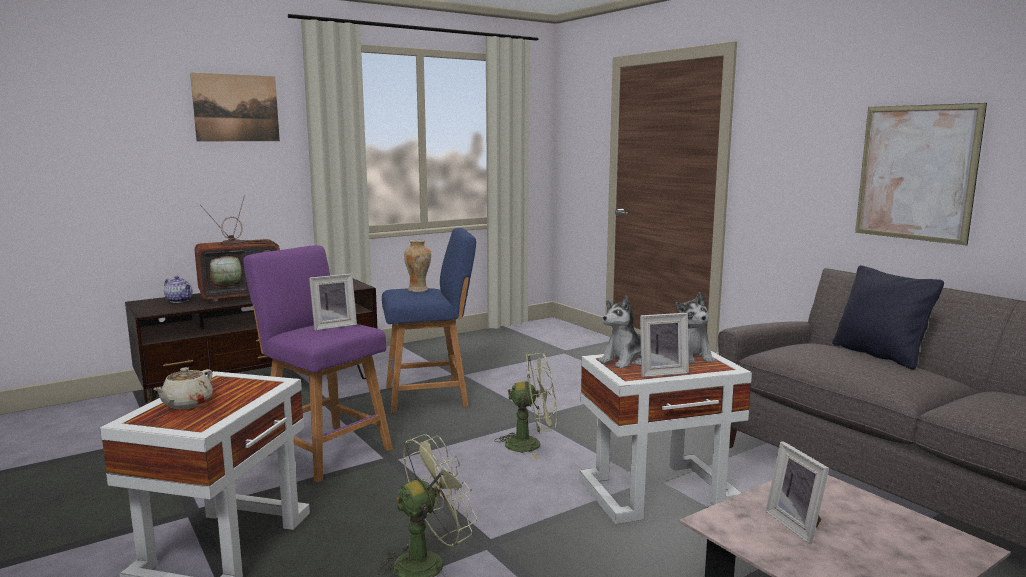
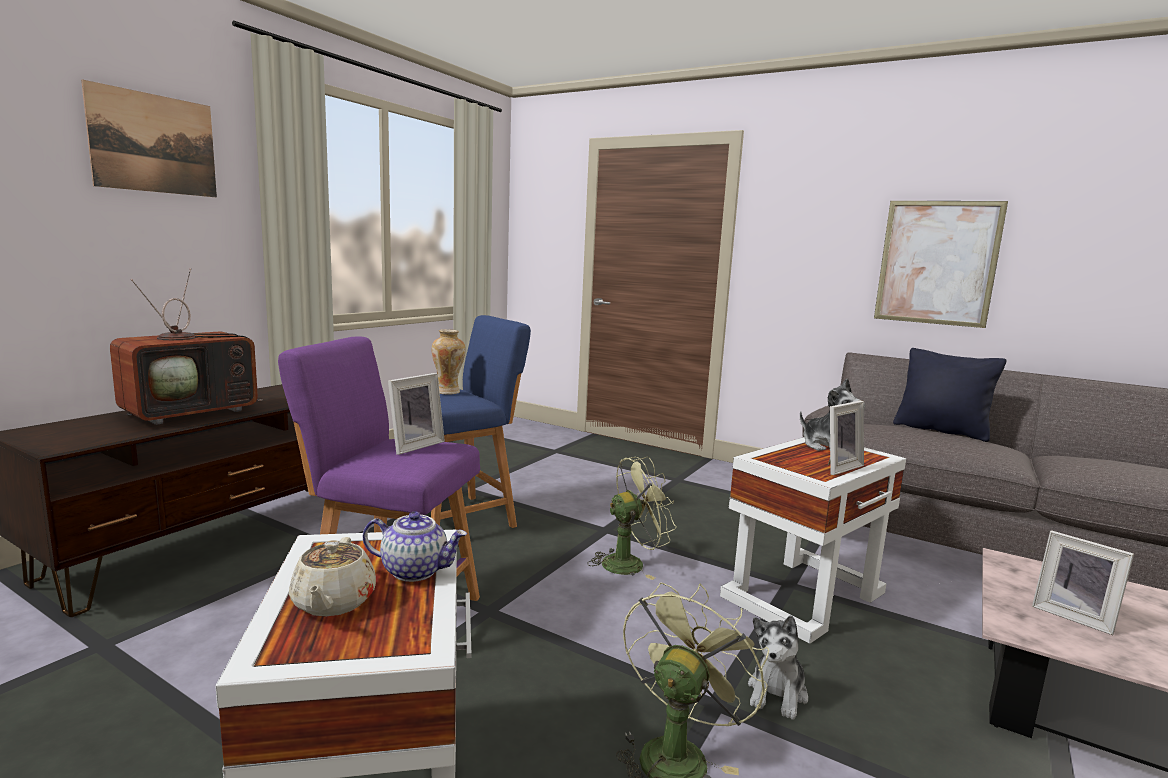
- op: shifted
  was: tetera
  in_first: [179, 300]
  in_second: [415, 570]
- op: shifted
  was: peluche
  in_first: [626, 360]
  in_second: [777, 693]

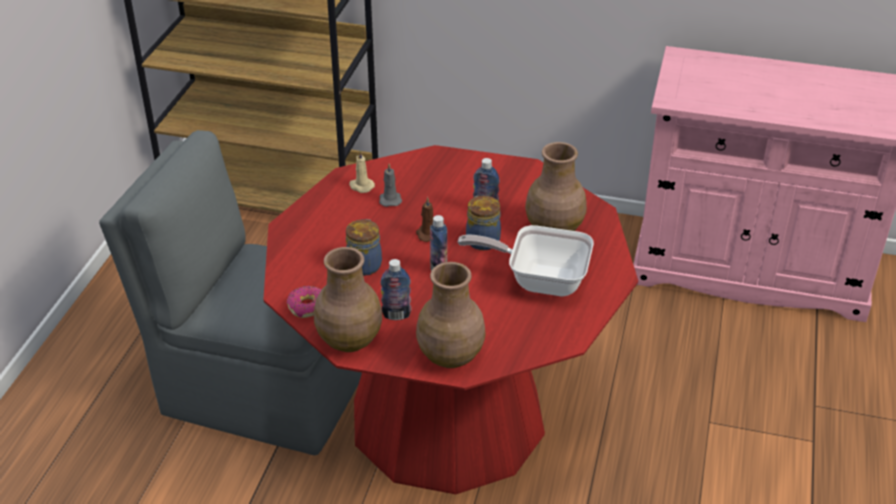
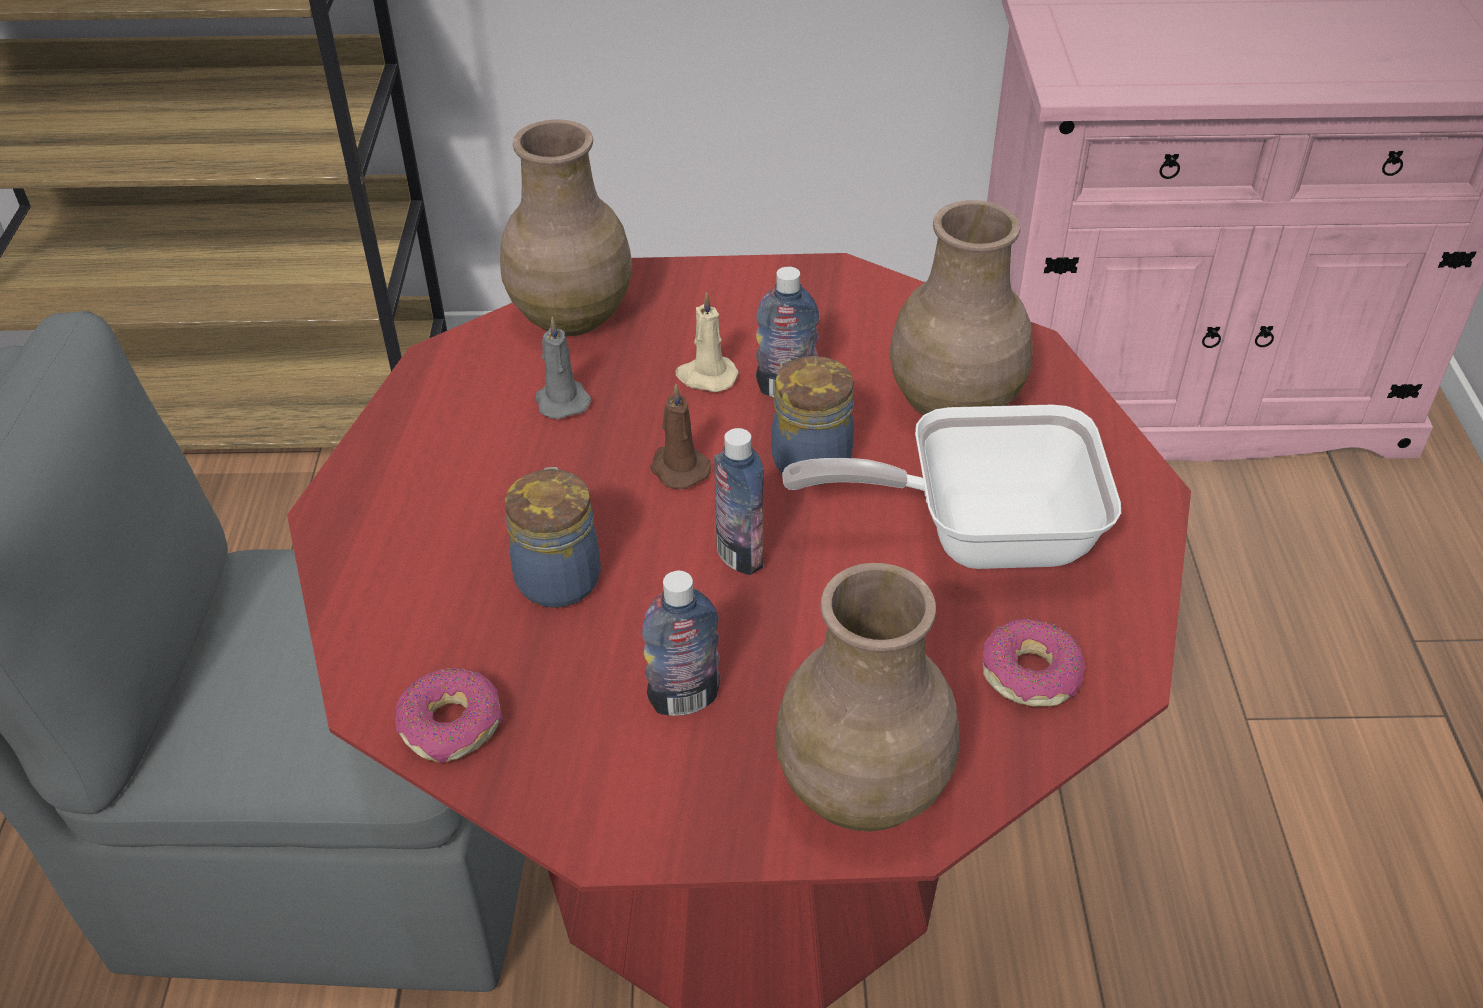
- op: shifted
  was: florero/marrón
  in_first: [350, 339]
  in_second: [572, 315]
- op: shifted
  was: vela/beis
  in_first: [361, 186]
  in_second: [706, 376]
- op: new
  now: rosquilla
  in_second: [1030, 674]

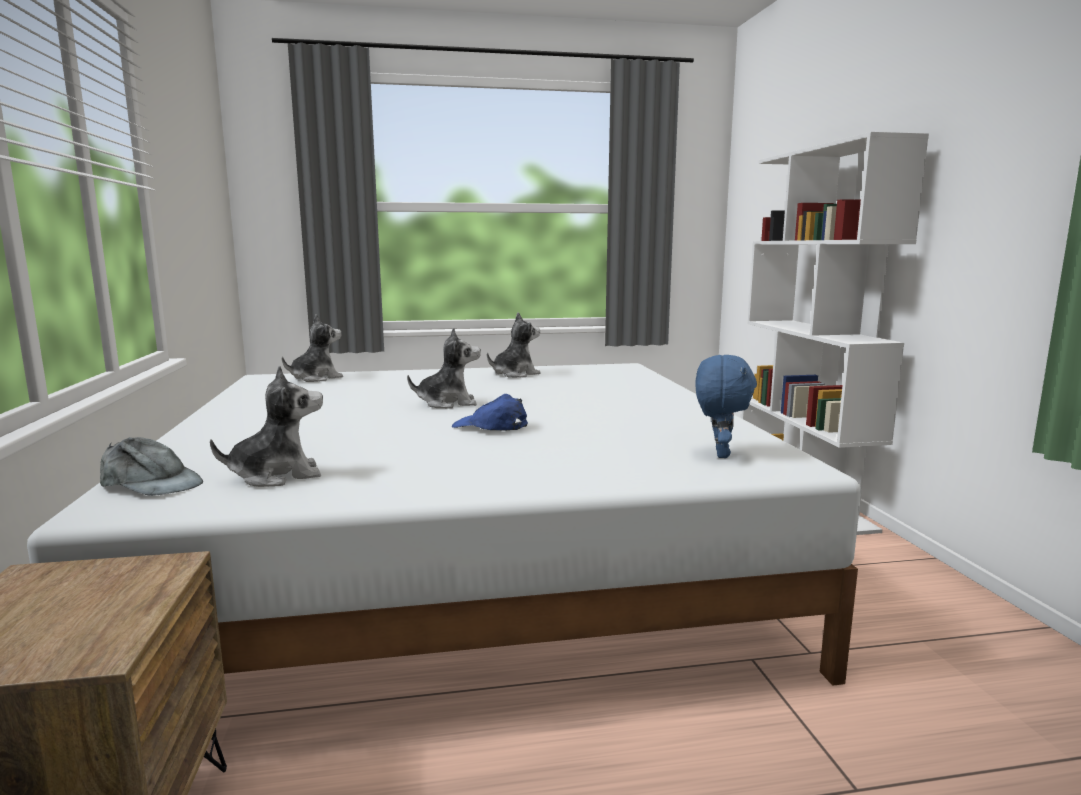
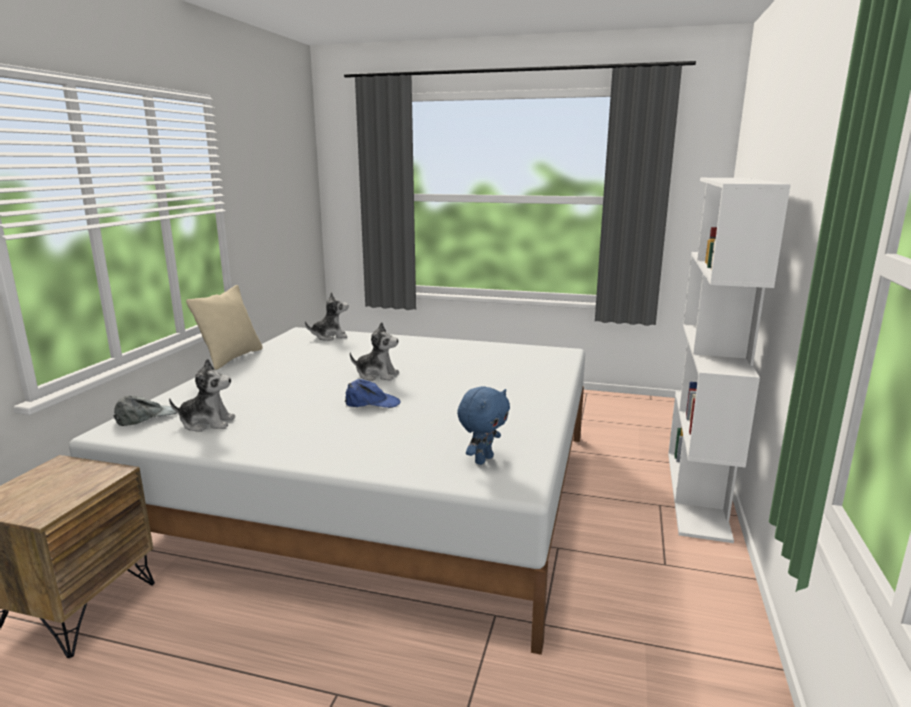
- op: rotated
  was: gorra/gris
  in_first: [151, 483]
  in_second: [147, 416]
  clockwise: -90
- op: new
  now: cojín/beis
  in_second: [231, 358]
- op: rotated
  was: gorra/azul
  in_first: [490, 426]
  in_second: [372, 403]
  clockwise: 135
- op: gone
  was: peluche
  in_first: [515, 374]

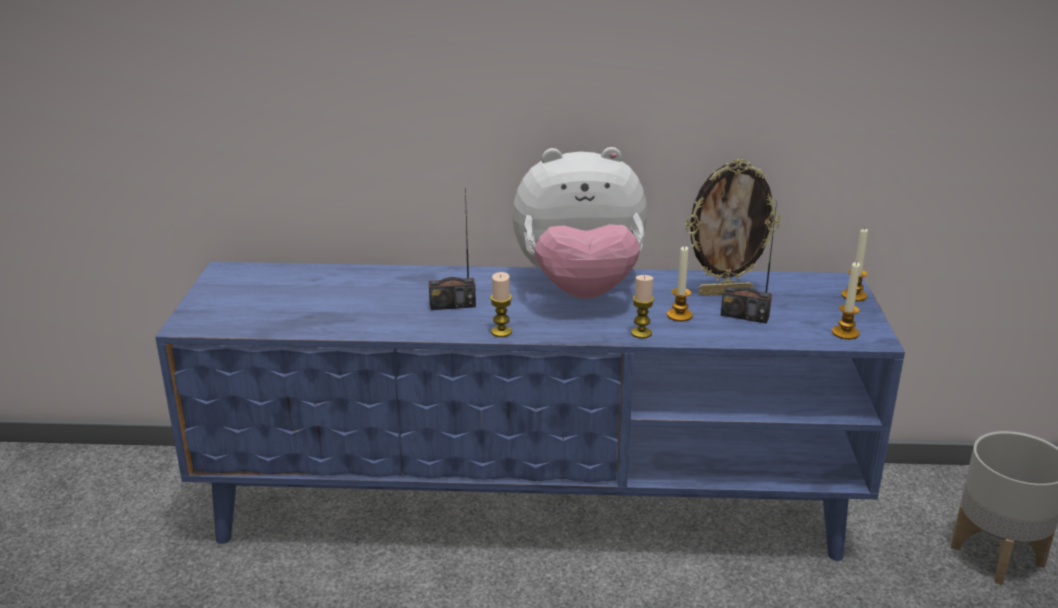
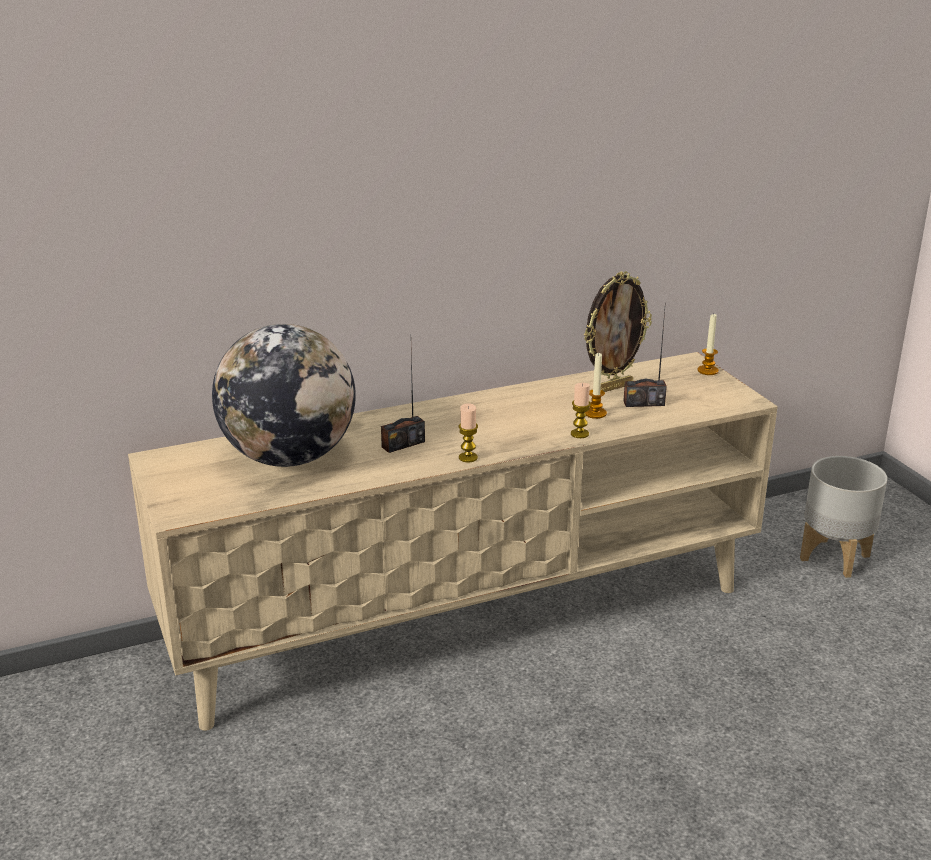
- op: repainted
  was: mueble de televisión/azul
  now: mueble de televisión/beis
  in_first: [531, 505]
  in_second: [466, 617]
- op: new
  now: globo terráqueo
  in_second: [289, 457]
- op: gone
  was: peluche
  in_first: [580, 289]
- op: gone
  was: vela
  in_first: [845, 333]

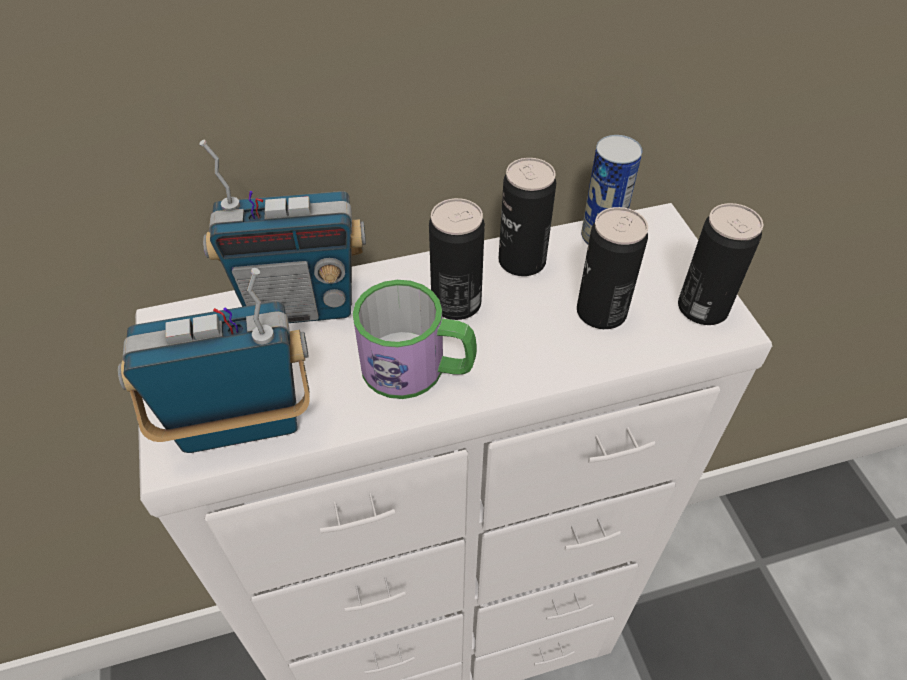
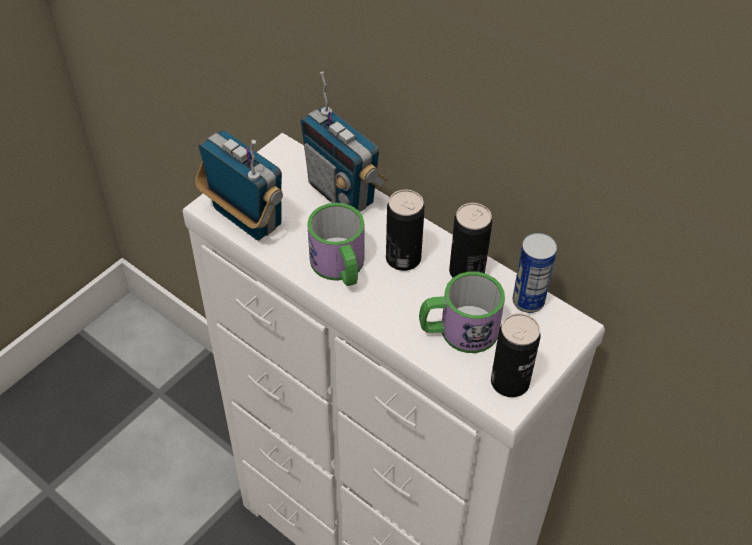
- op: swapped
  was: lata
  now: taza grande
  in_first: [601, 312]
  in_second: [458, 331]

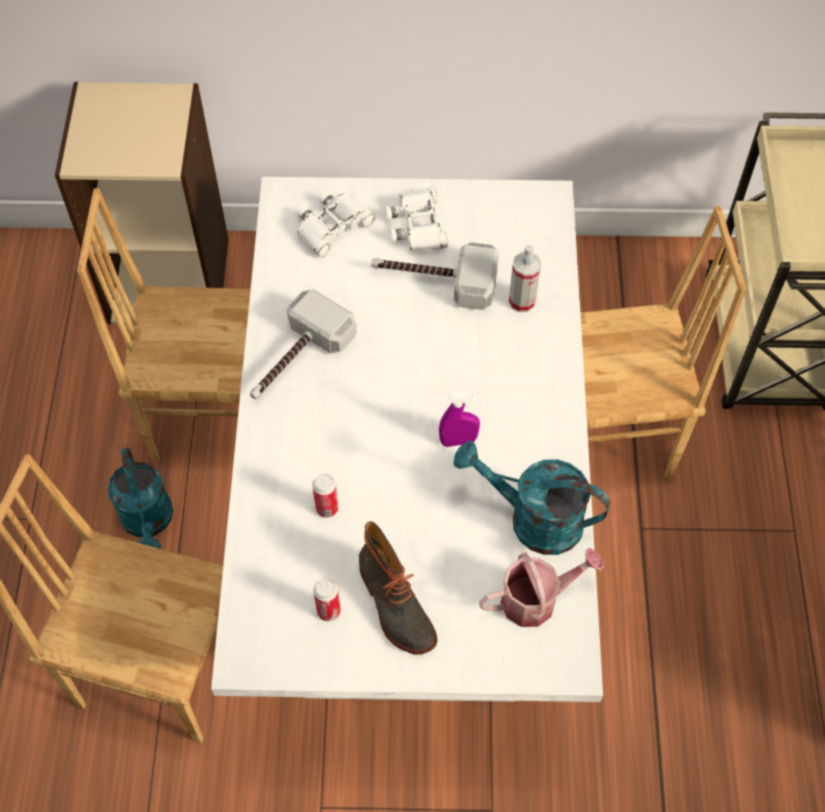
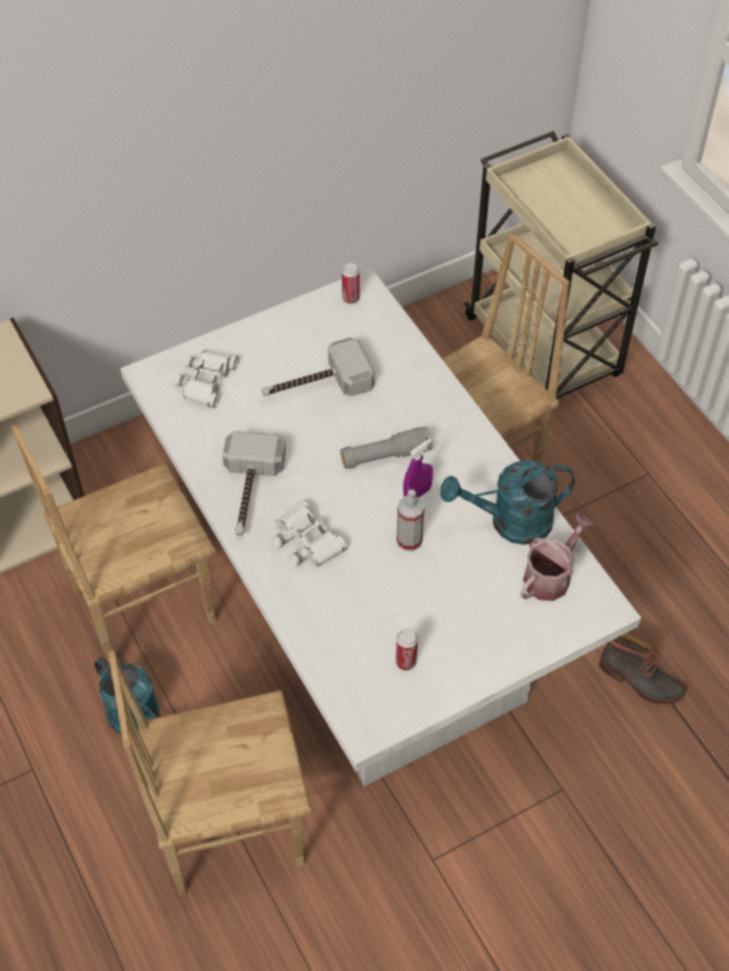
- op: shifted
  was: prismáticos/blanco
  in_first: [417, 225]
  in_second: [307, 540]
- op: new
  now: linterna/gris
  in_second: [385, 456]
- op: shifted
  was: lata
  in_first: [327, 508]
  in_second: [350, 299]
- op: shifted
  was: pulverizador
  in_first: [522, 301]
  in_second: [409, 540]
- op: shifted
  was: bota
  in_first: [394, 606]
  in_second: [640, 681]

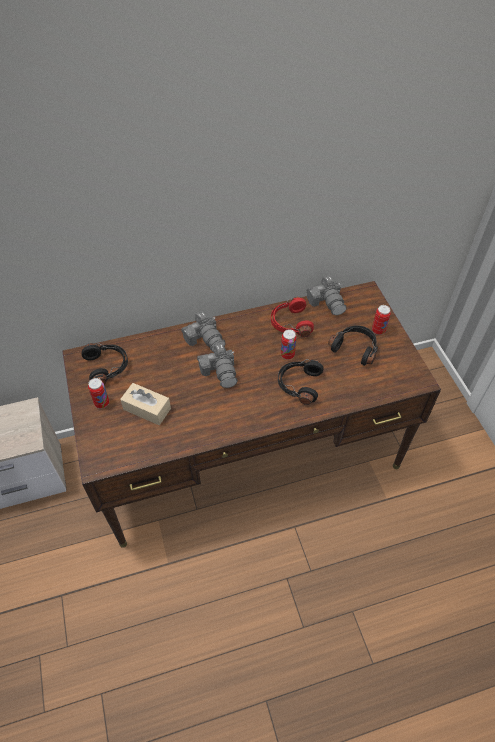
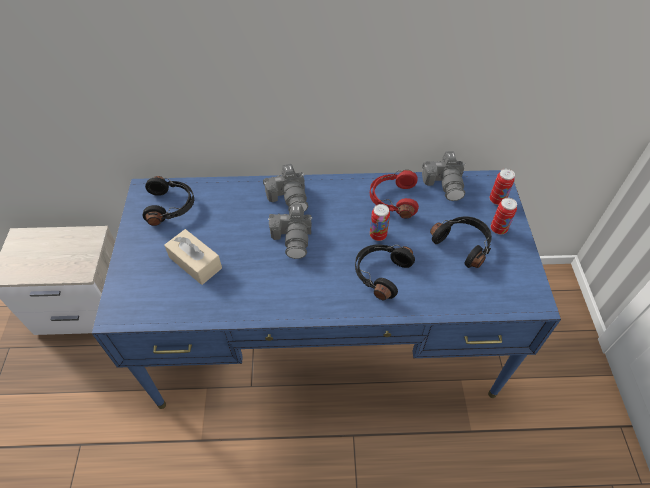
- op: repainted
  was: escritorio/marrón
  now: escritorio/azul
  in_first: [247, 452]
  in_second: [325, 336]
- op: shifted
  was: lata
  in_first: [102, 403]
  in_second: [497, 200]

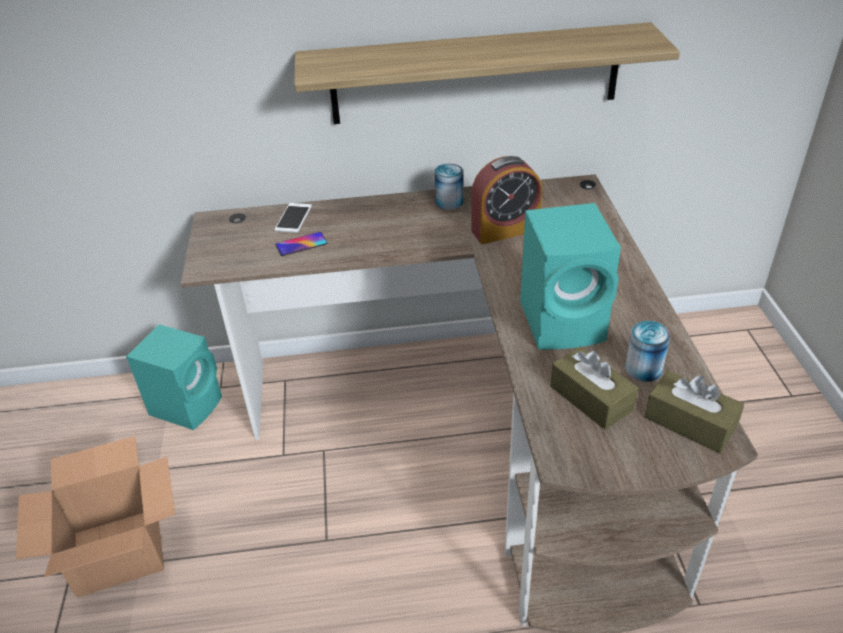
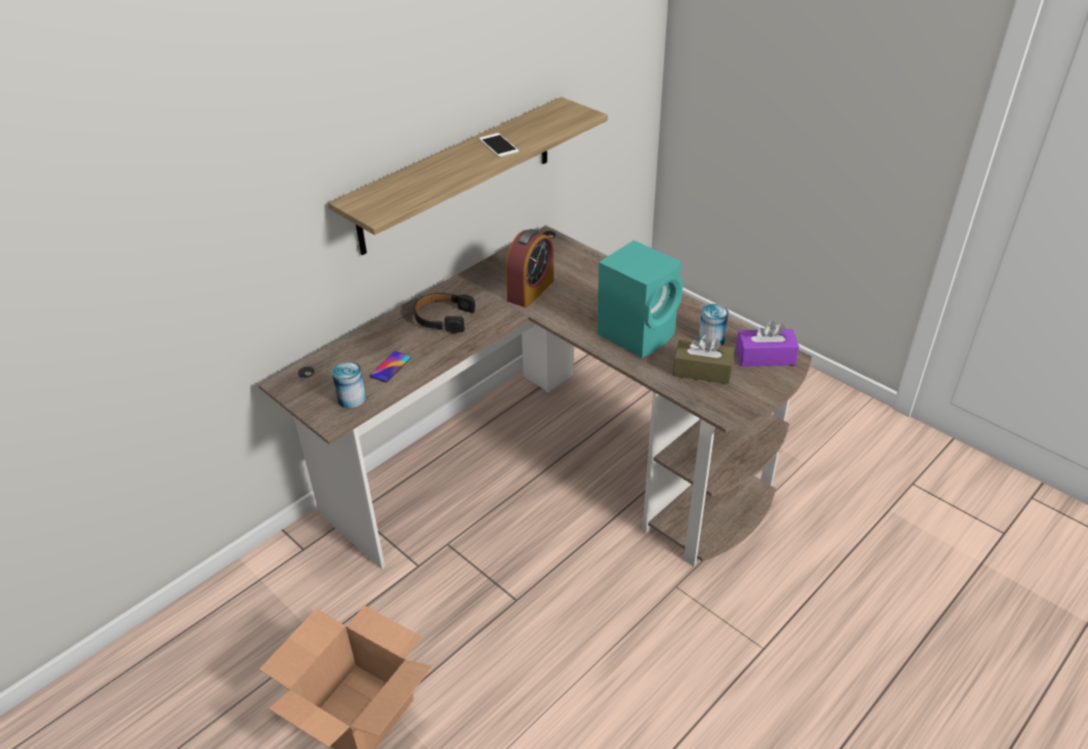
- op: shifted
  was: lata
  in_first: [449, 202]
  in_second: [352, 399]
- op: new
  now: auriculares/negro
  in_second: [443, 318]
- op: shifted
  was: móvil
  in_first: [293, 218]
  in_second: [498, 145]
- op: repainted
  was: caja de pañuelos/marrón
  now: caja de pañuelos/morado
  in_first: [690, 422]
  in_second: [765, 357]
- op: gone
  was: altavoz/turquesa
  in_first: [188, 404]

